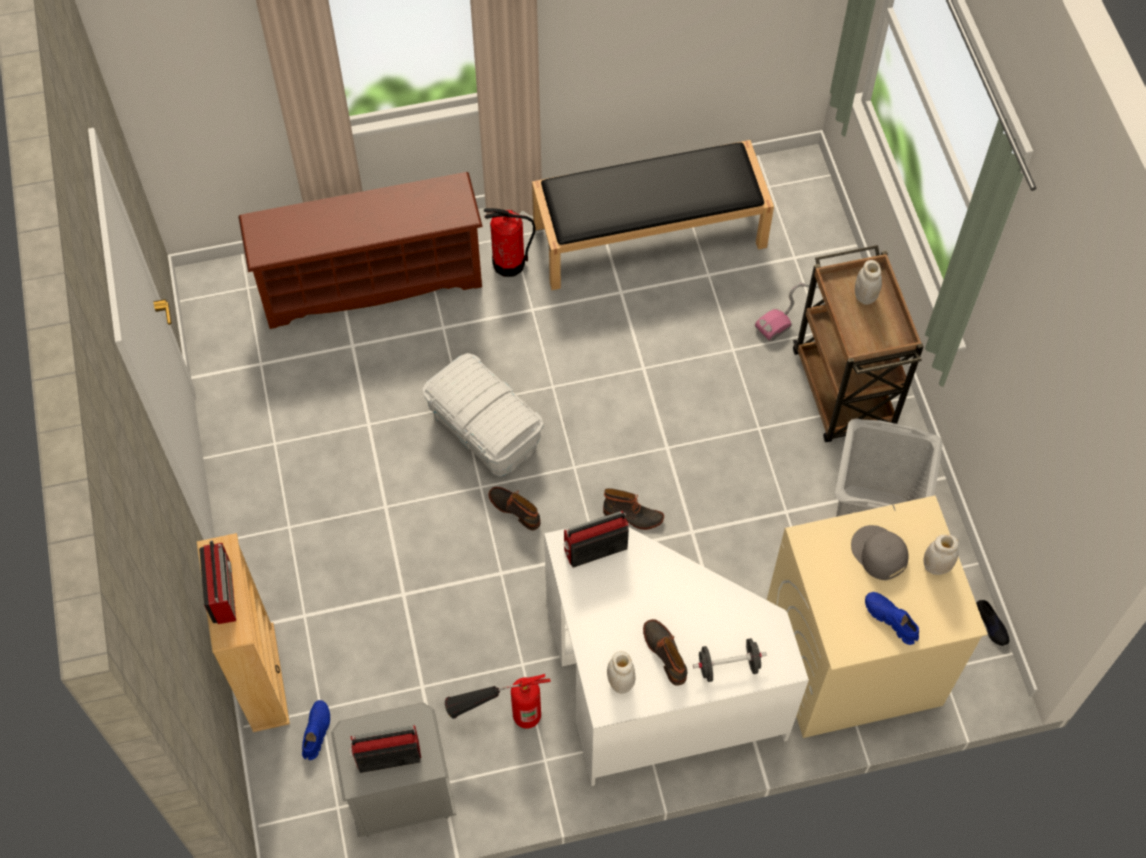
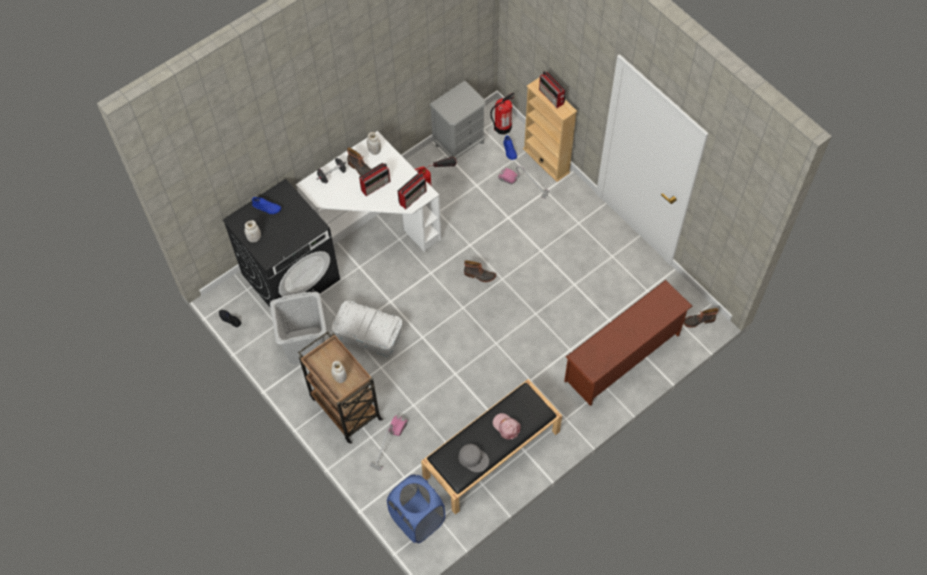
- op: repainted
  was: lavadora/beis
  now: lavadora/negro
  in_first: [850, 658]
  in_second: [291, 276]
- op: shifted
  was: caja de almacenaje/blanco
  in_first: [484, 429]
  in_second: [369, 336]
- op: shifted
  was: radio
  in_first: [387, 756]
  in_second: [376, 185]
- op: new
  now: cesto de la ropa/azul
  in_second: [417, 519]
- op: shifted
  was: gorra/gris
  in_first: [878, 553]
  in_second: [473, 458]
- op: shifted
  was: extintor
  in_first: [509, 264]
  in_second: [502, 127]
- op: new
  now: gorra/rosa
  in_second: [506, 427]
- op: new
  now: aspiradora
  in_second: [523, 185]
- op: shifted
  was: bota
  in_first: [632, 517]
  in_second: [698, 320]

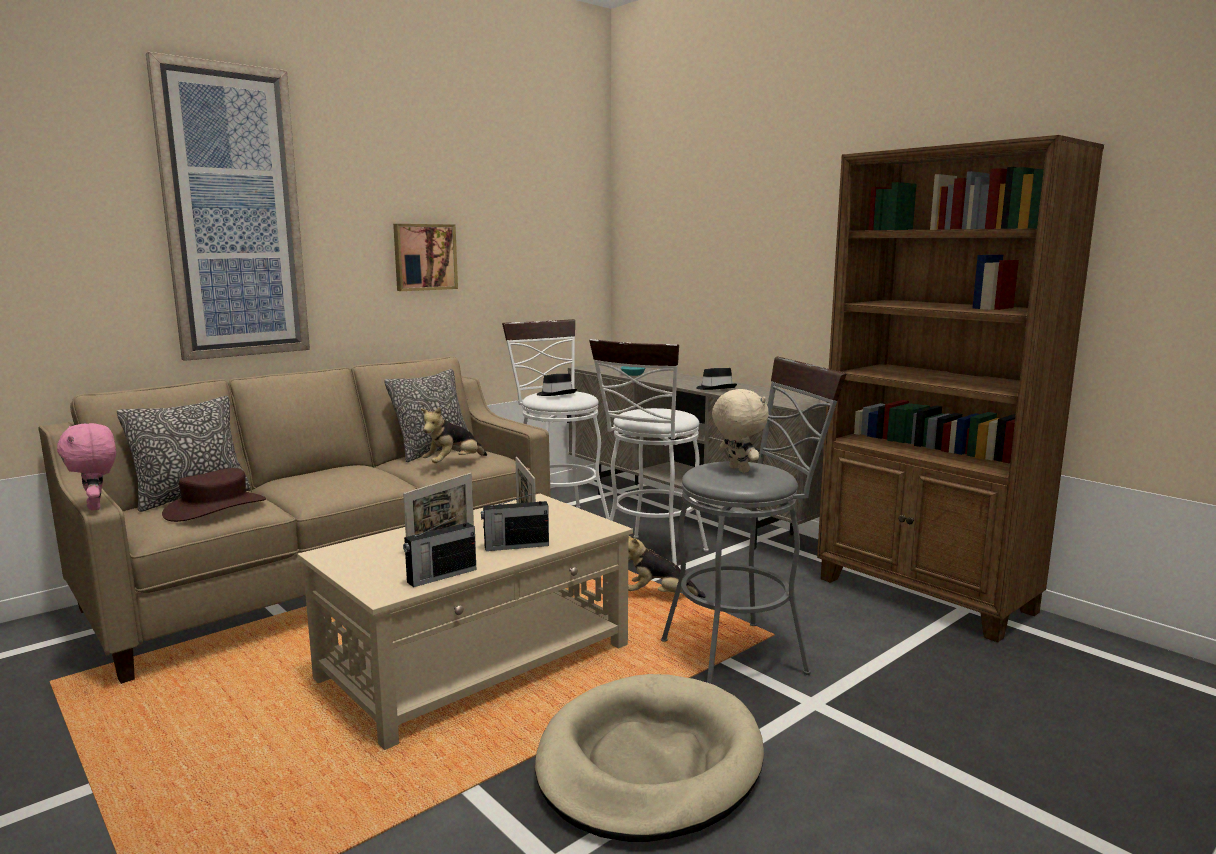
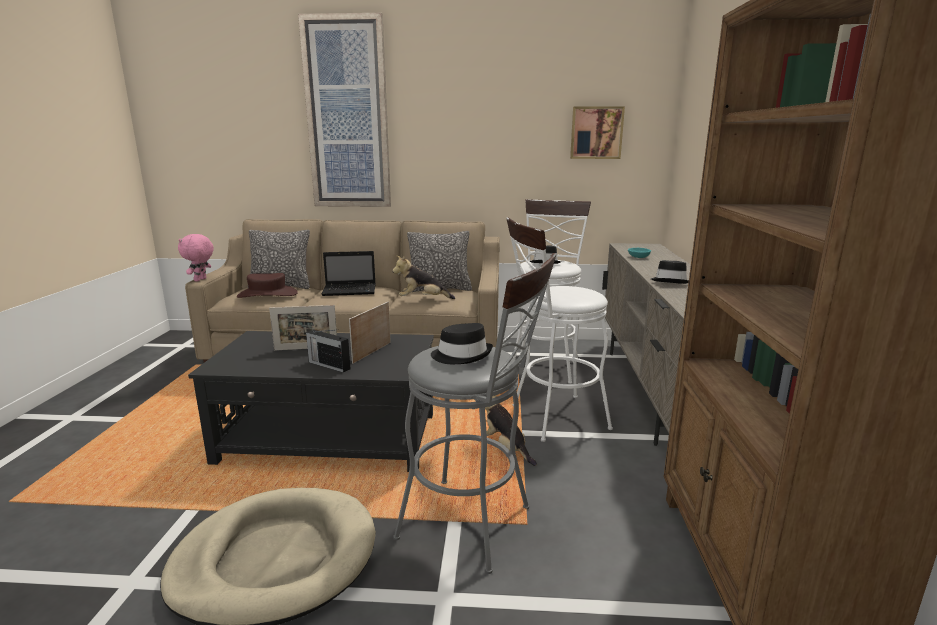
- op: repainted
  was: mesa de centro/beis
  now: mesa de centro/negro
  in_first: [478, 661]
  in_second: [330, 438]
- op: new
  now: portátil
  in_second: [351, 291]
- op: swapped
  was: peluche/beis
  now: sombrero/negro
  in_first: [737, 470]
  in_second: [462, 355]
- op: shifted
  was: cuadro
  in_first: [424, 257]
  in_second: [596, 133]
- op: gone
  was: radio
  in_first: [440, 576]

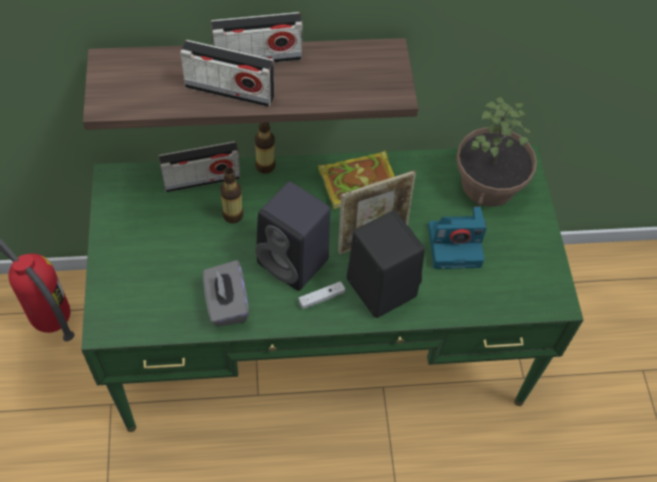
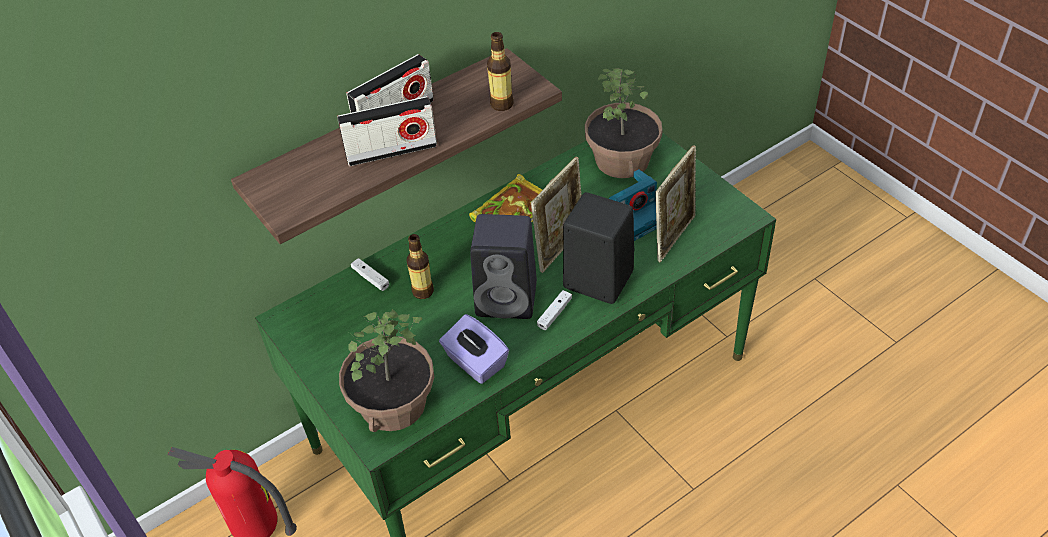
- op: new
  now: planta en maceta
  in_second: [392, 403]
- op: swapped
  was: radio
  now: mando de consola/blanco
  in_first: [202, 180]
  in_second: [370, 278]
- op: repainted
  was: caja de pañuelos/gris
  now: caja de pañuelos/morado
  in_first: [226, 304]
  in_second: [475, 362]
- op: shifted
  was: botella
  in_first: [265, 166]
  in_second: [501, 104]
- op: new
  now: portarretratos
  in_second: [673, 236]

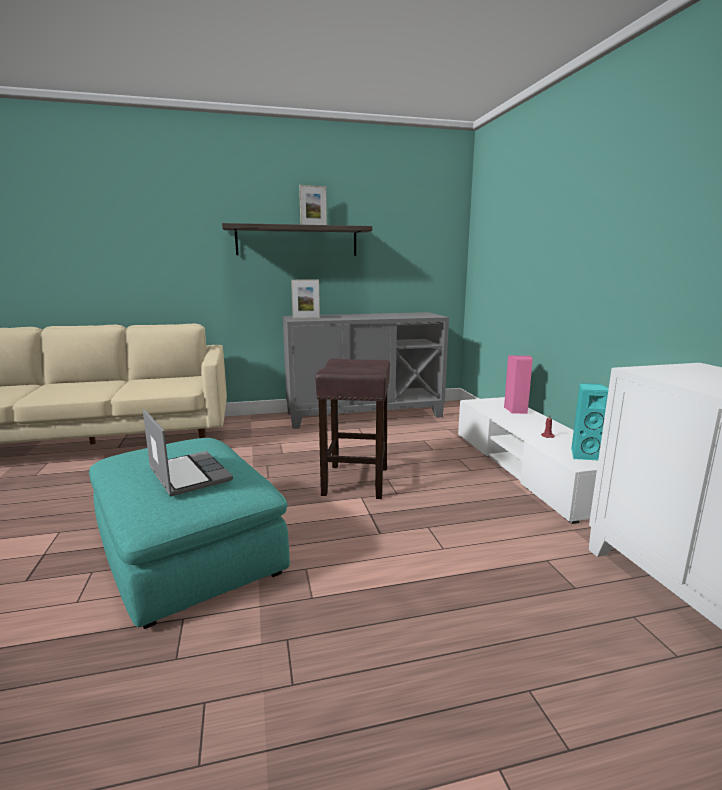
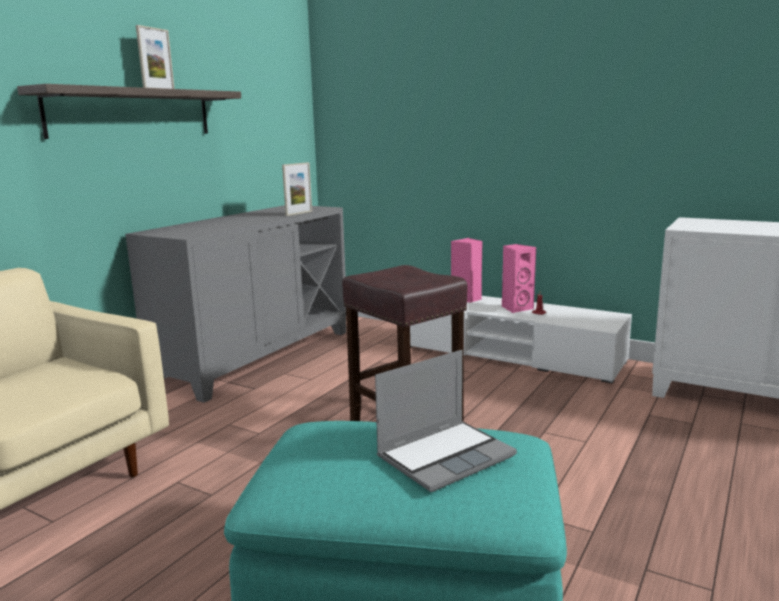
- op: shifted
  was: portarretratos
  in_first: [306, 318]
  in_second: [299, 213]
- op: rotated
  was: portátil
  in_first: [187, 474]
  in_second: [446, 456]
  clockwise: 135
- op: new
  now: altavoz/rosa
  in_second: [516, 308]
- op: gone
  was: altavoz/turquesa
  in_first: [585, 455]

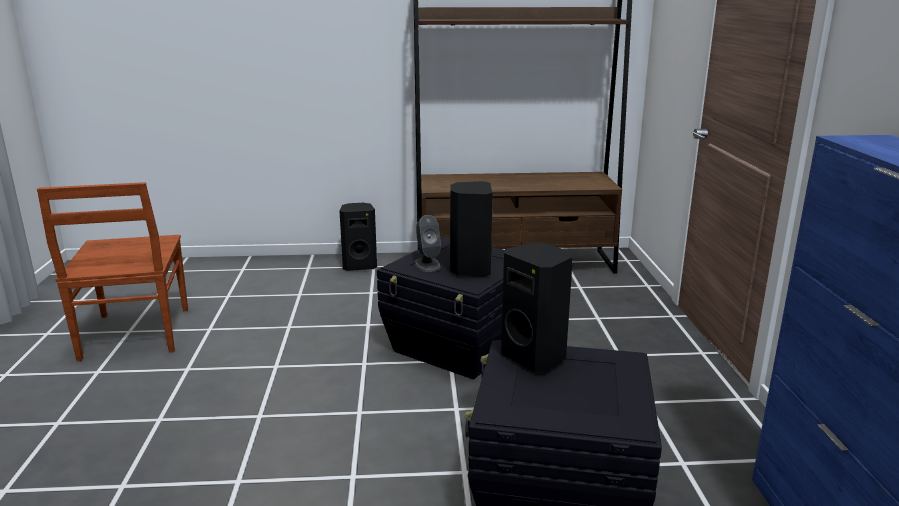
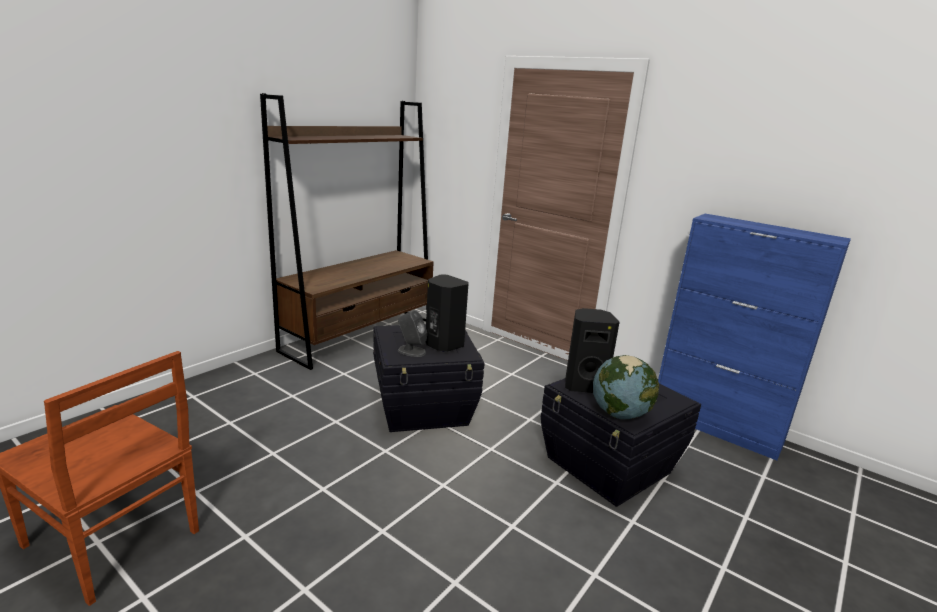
- op: new
  now: globo terráqueo
  in_second: [620, 414]
- op: gone
  was: altavoz/negro
  in_first: [359, 266]

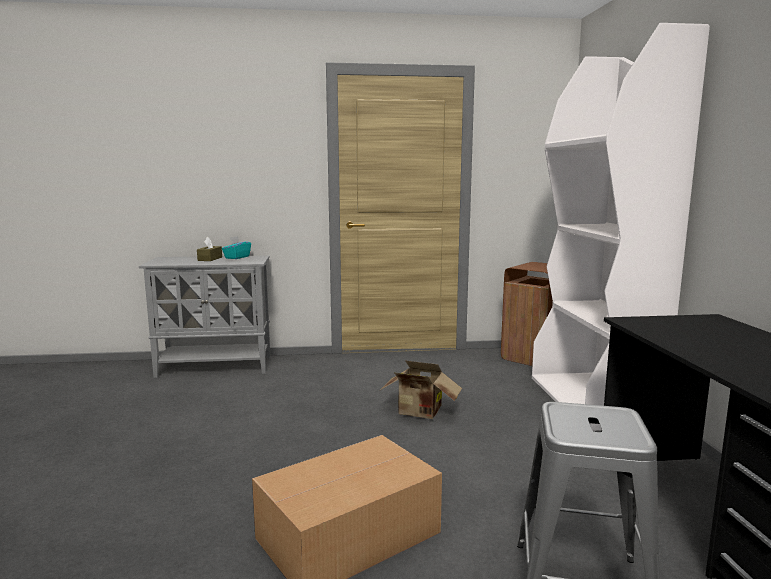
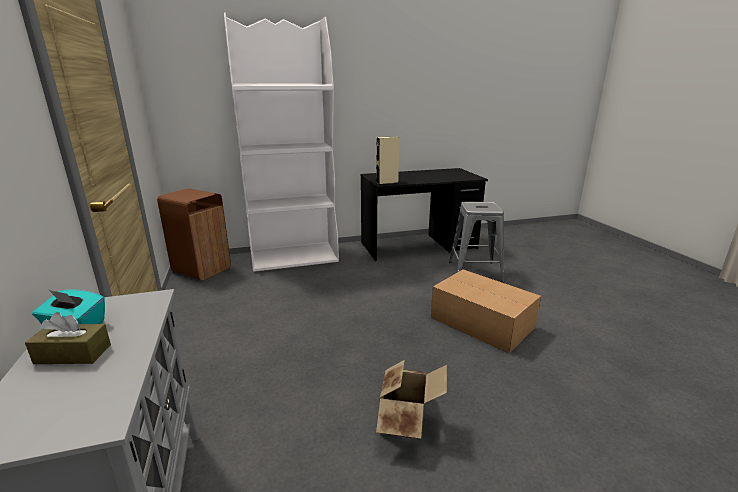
- op: new
  now: altavoz/beis
  in_second: [387, 182]
- op: shifted
  was: caja de cartón
  in_first: [420, 413]
  in_second: [407, 420]

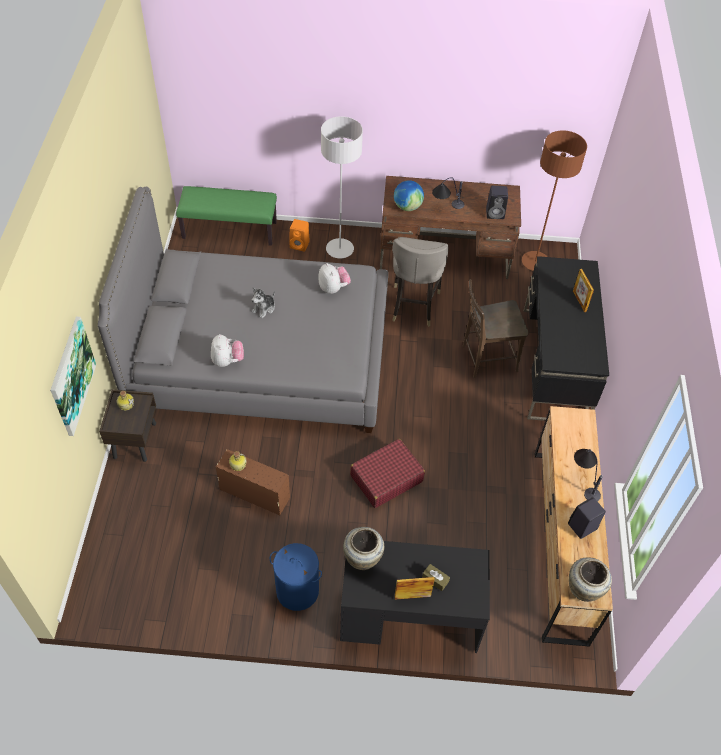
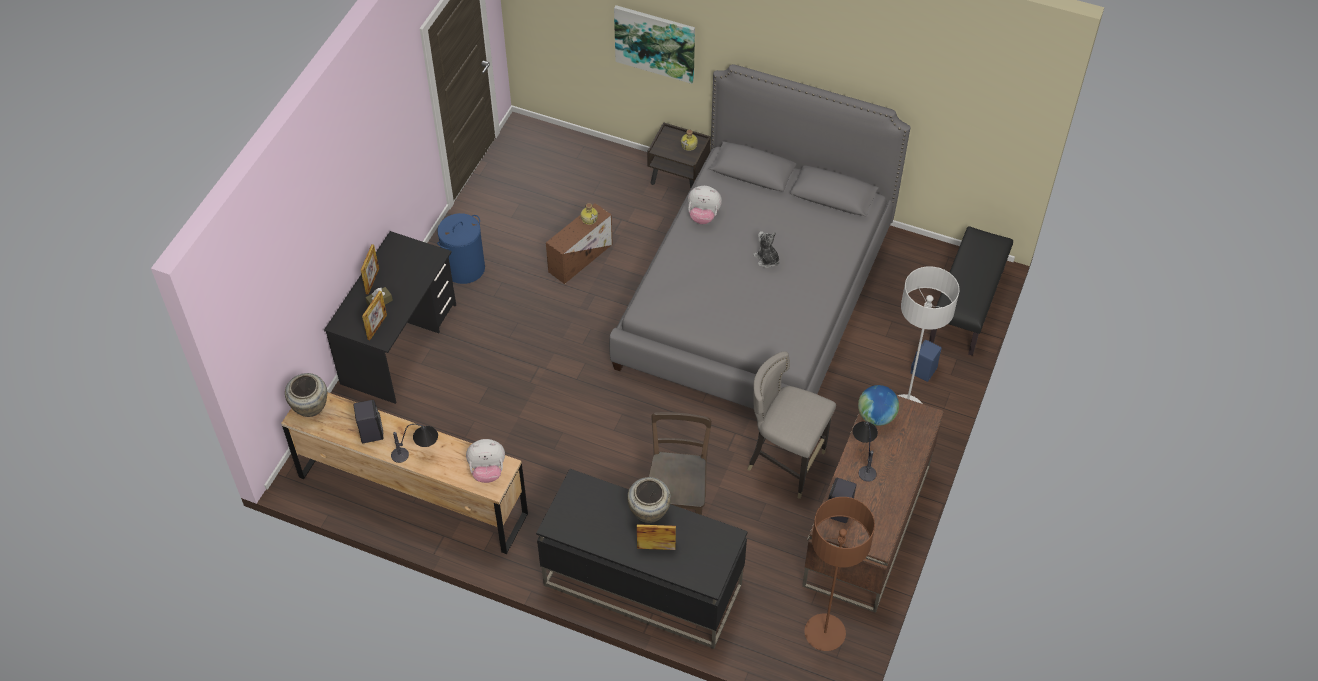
- op: new
  now: portarretratos
  in_second: [377, 327]
- op: shifted
  was: peluche
  in_first: [333, 288]
  in_second: [487, 471]
- op: shifted
  was: florero/beis
  in_first: [363, 558]
  in_second: [648, 513]
- op: repainted
  was: altavoz/naranja
  now: altavoz/azul
  in_first: [300, 245]
  in_second: [923, 371]
- op: repainted
  was: banco/verde
  now: banco/negro
  in_first: [230, 230]
  in_second: [967, 306]
- op: gone
  was: maleta/rojo
  in_first: [386, 478]

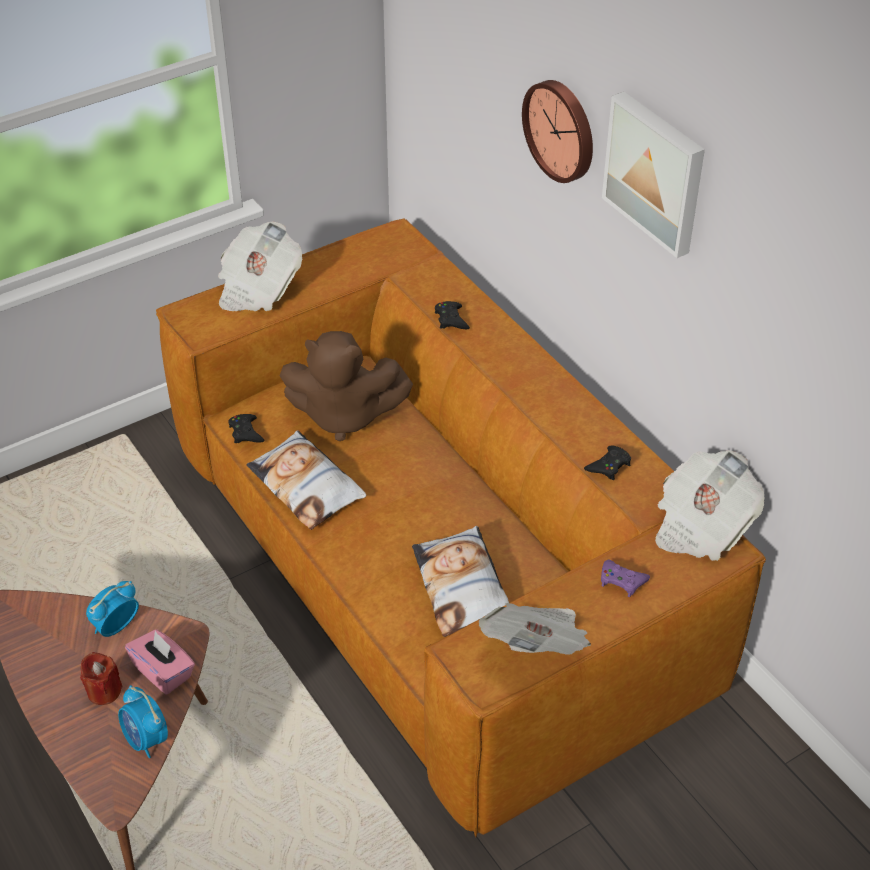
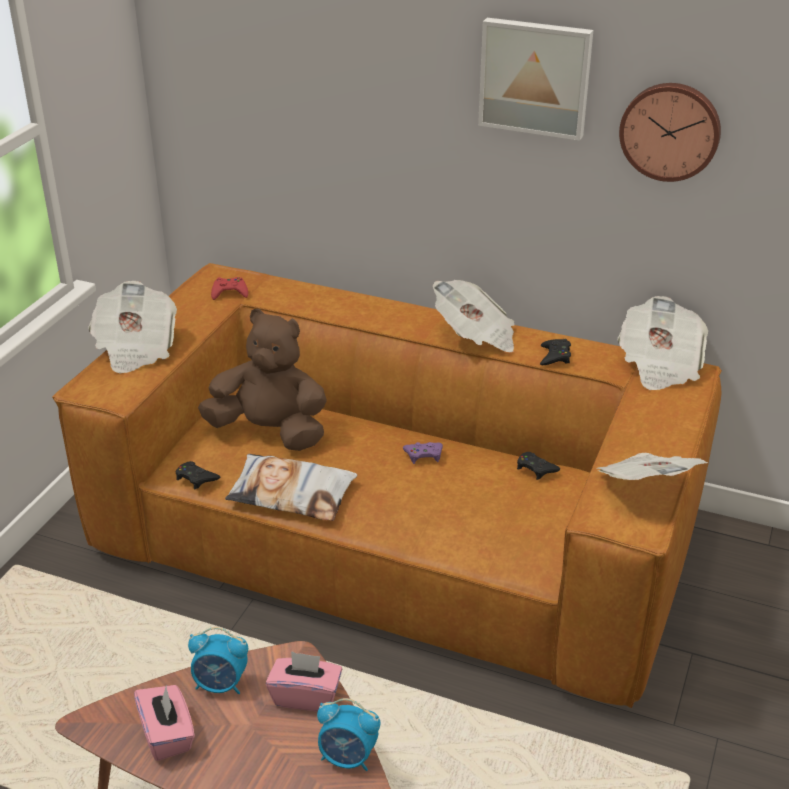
- op: new
  now: caja de pañuelos/rosa
  in_second: [167, 735]
- op: rotated
  was: despertador
  in_first: [115, 627]
  in_second: [221, 685]
  clockwise: -90
- op: rotated
  was: peluche/marrón
  in_first: [344, 415]
  in_second: [270, 432]
  clockwise: -135
- op: new
  now: mando de consola/rojo
  in_second: [229, 292]
- op: shifted
  was: mando de consola/morado
  in_first: [622, 581]
  in_second: [423, 455]
- op: new
  now: periódico
  in_second: [475, 336]
- op: shifted
  was: mando de consola/negro
  in_first: [451, 319]
  in_second: [536, 468]
- op: shifted
  was: reloj de pared
  in_first: [561, 130]
  in_second: [670, 130]
- op: gone
  was: vela/rojo
  in_first: [104, 691]
- op: gone
  was: cojín
  in_first: [462, 588]

